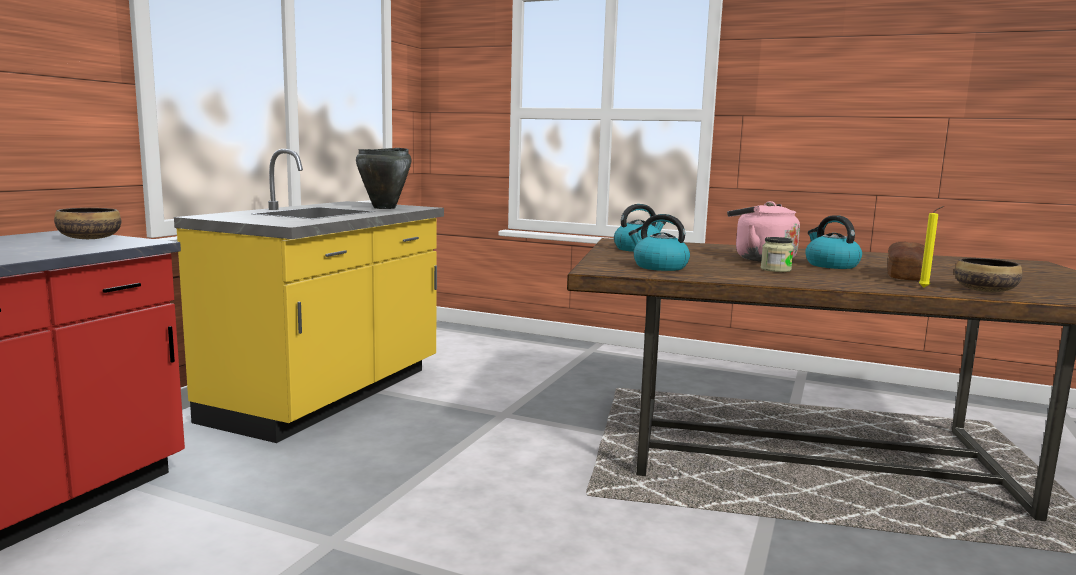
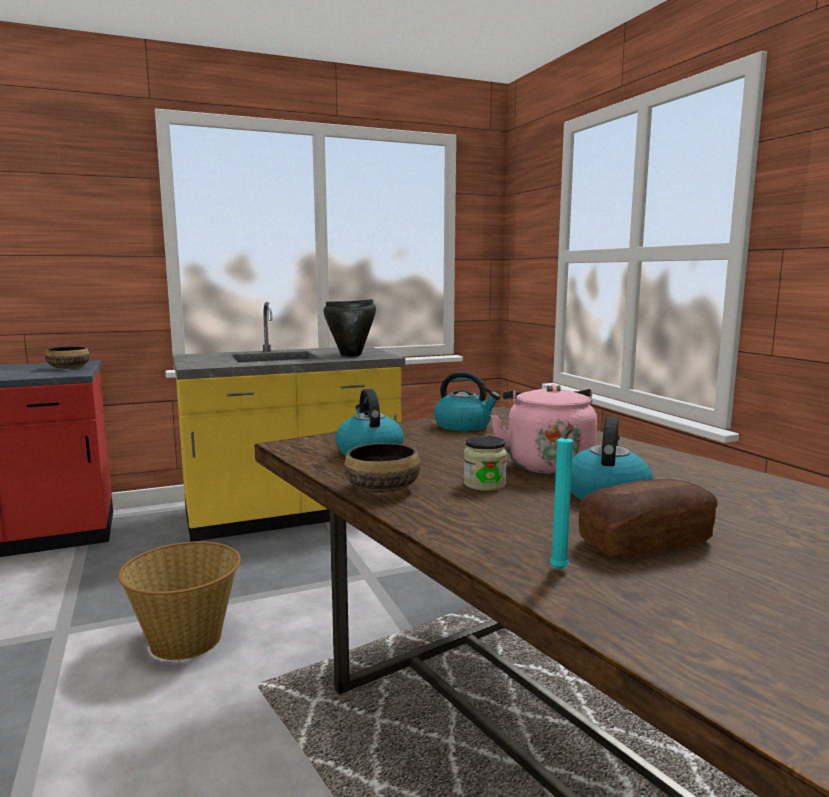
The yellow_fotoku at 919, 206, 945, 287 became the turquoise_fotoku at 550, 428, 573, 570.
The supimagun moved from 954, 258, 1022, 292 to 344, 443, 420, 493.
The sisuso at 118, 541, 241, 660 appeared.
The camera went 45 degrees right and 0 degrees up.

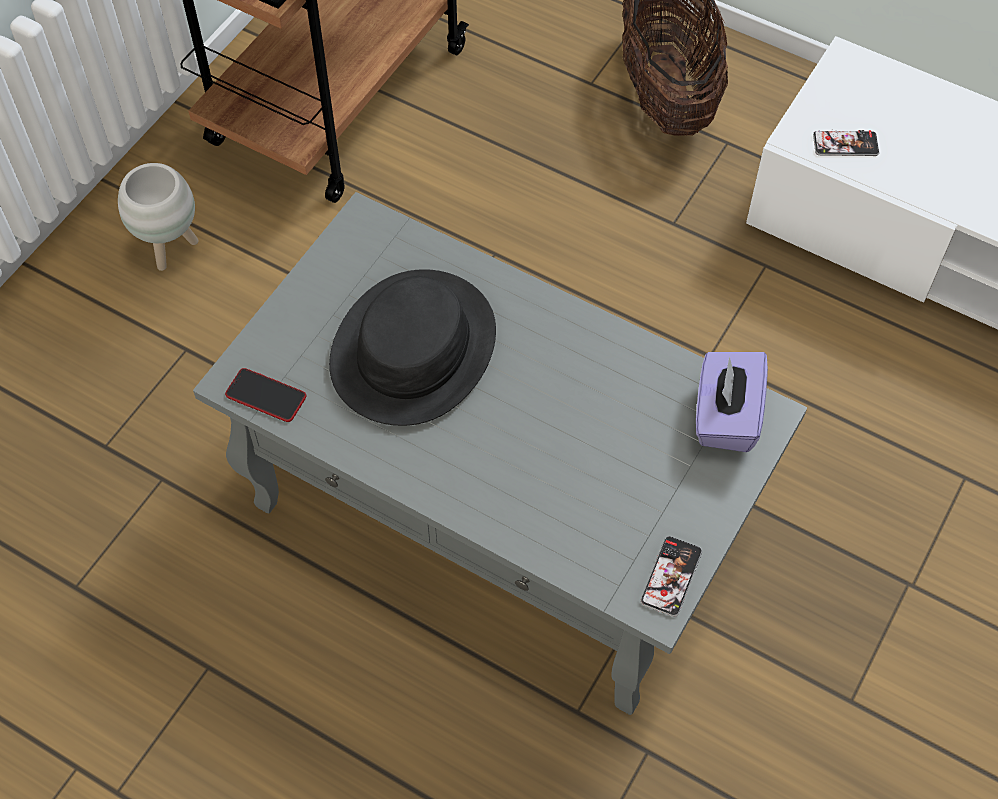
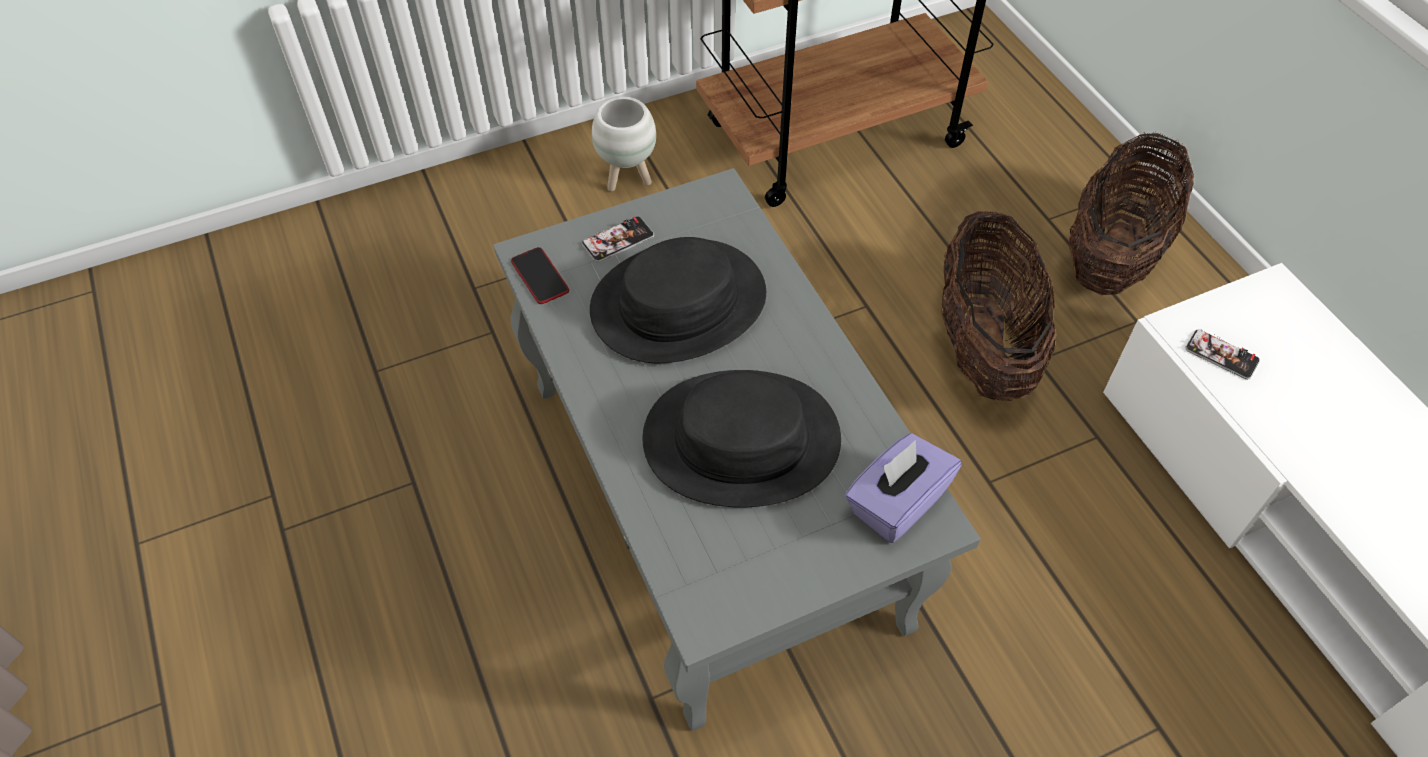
The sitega moved from 640, 536, 702, 617 to 582, 216, 654, 262.
The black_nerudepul at 642, 370, 841, 507 appeared.
The sisuso at 941, 210, 1057, 401 appeared.
The camera went 35 degrees right and 5 degrees down.

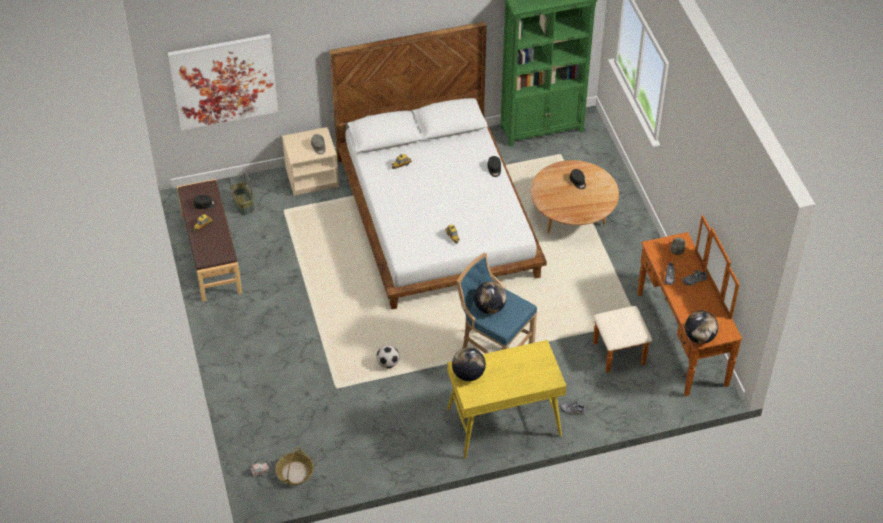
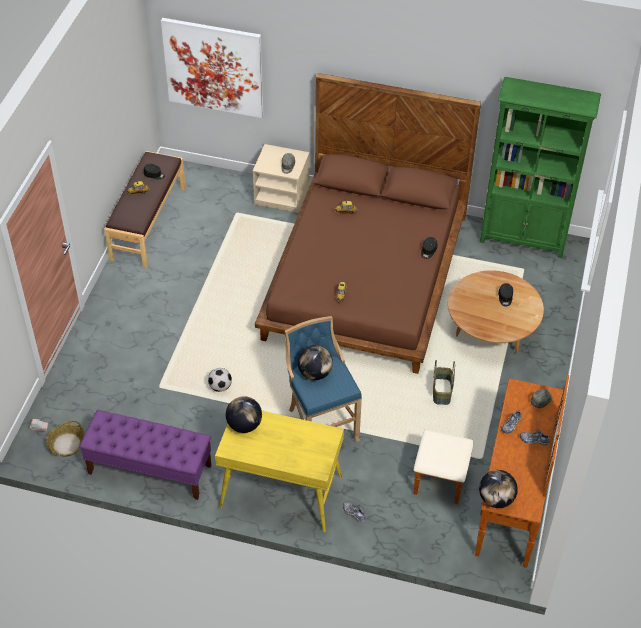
The sisuso moved from 229, 173, 254, 215 to 433, 360, 455, 405.
The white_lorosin at 330, 22, 547, 309 became the brown_lorosin at 255, 73, 481, 374.
The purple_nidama at 79, 410, 211, 500 appeared.
The camera went 30 degrees right and 0 degrees up.

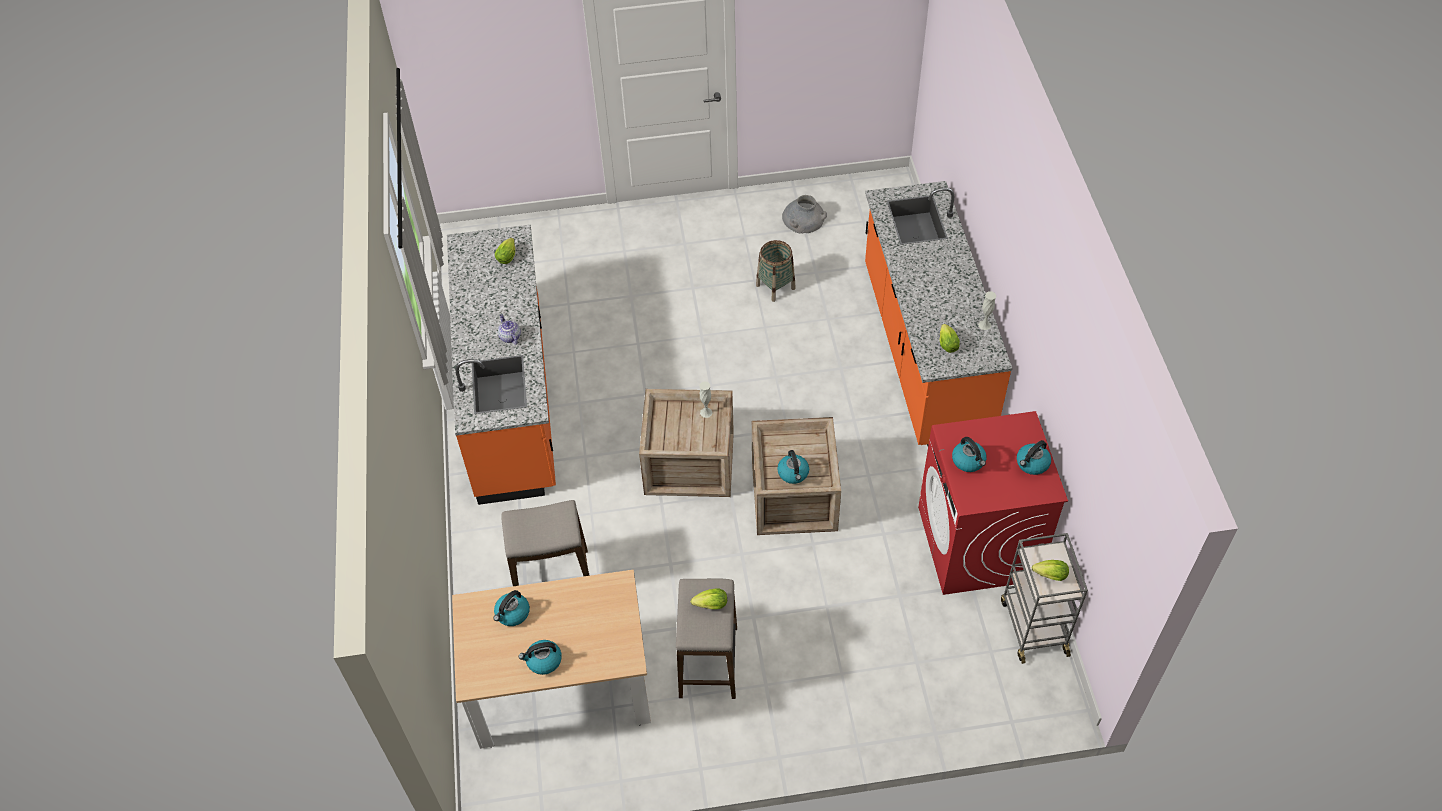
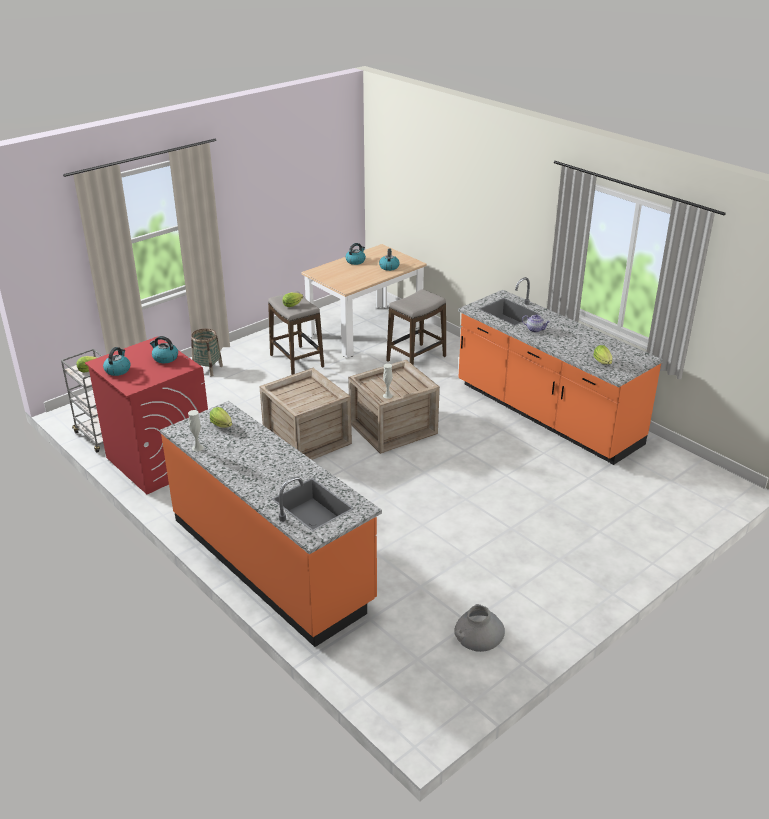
The sisuso moved from 756, 240, 796, 302 to 191, 329, 223, 377.
The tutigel at 777, 450, 809, 484 disappeared.
The camera went 145 degrees right and 20 degrees down.

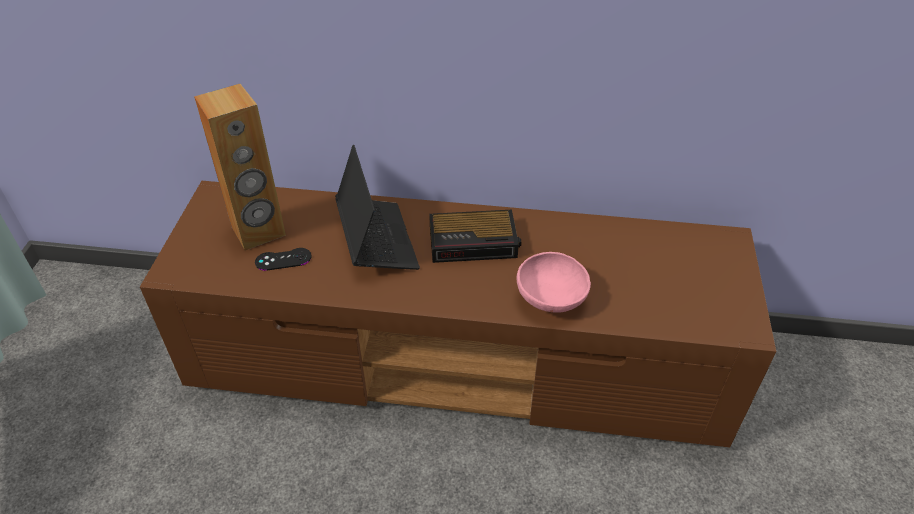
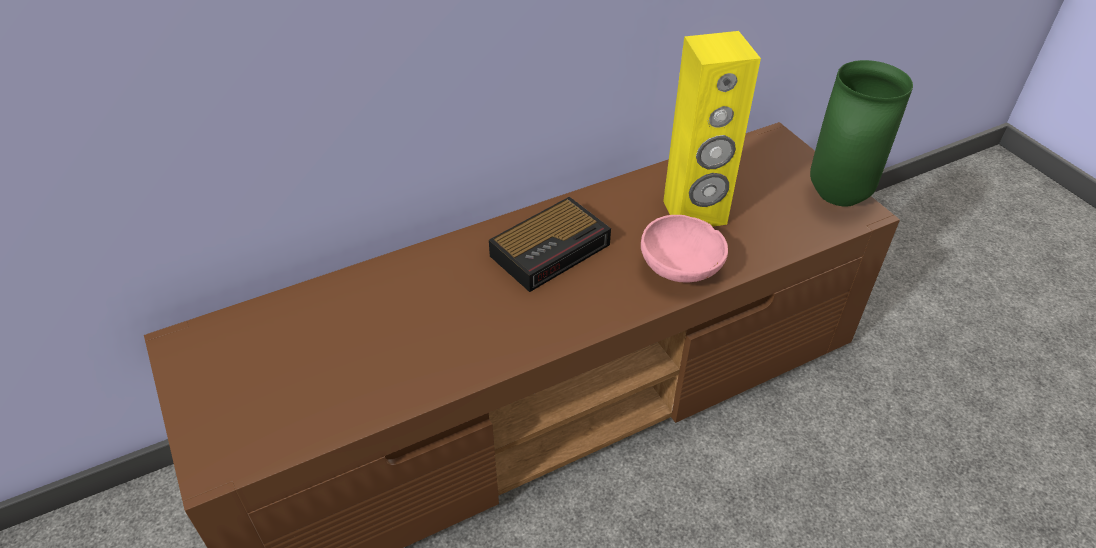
The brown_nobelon at 194, 84, 286, 250 disappeared.
The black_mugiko at 255, 248, 312, 271 disappeared.
The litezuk at 335, 145, 420, 270 disappeared.
The yellow_nobelon at 663, 31, 761, 227 appeared.
The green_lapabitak at 810, 60, 913, 207 appeared.
The camera went 35 degrees left and 0 degrees up.

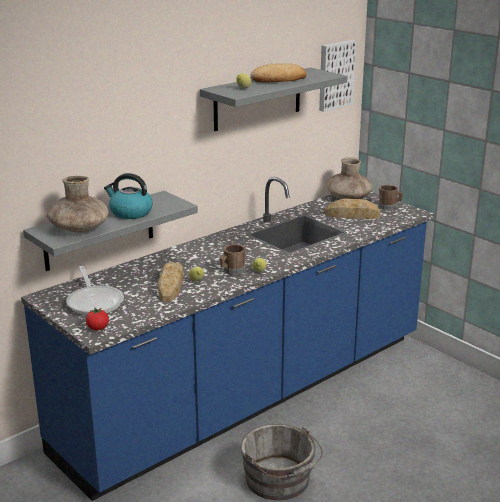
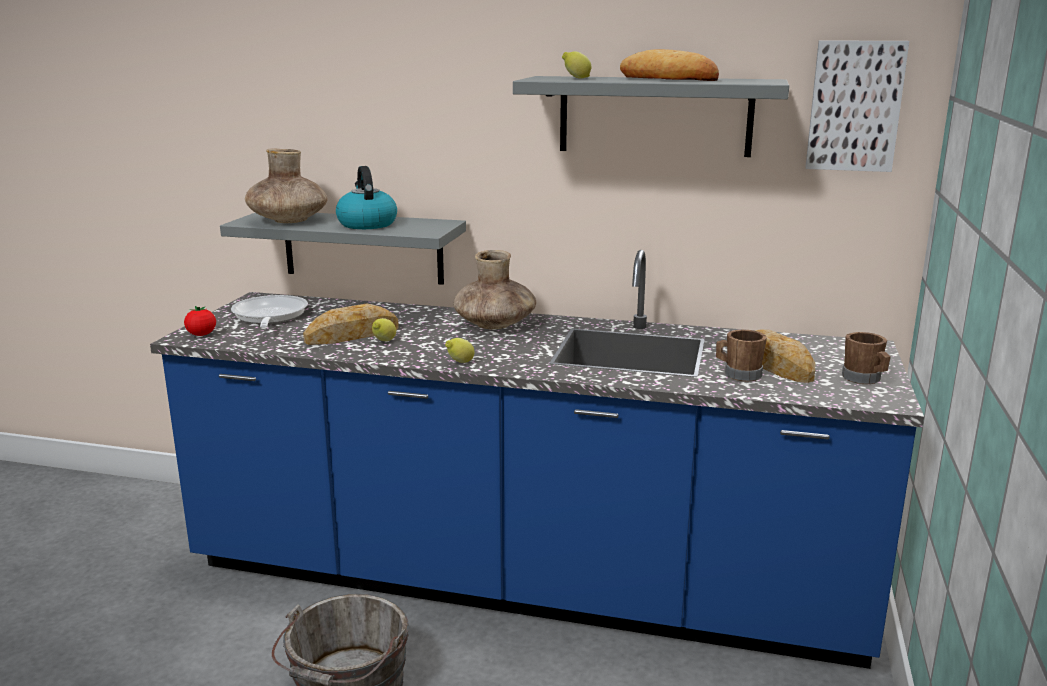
The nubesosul at 66, 266, 124, 316 turned 135 degrees clockwise.
The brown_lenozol moved from 220, 244, 246, 275 to 716, 330, 767, 381.
The brown_lapabitak moved from 327, 157, 373, 199 to 454, 250, 536, 329.
The camera went 55 degrees right and 5 degrees down.

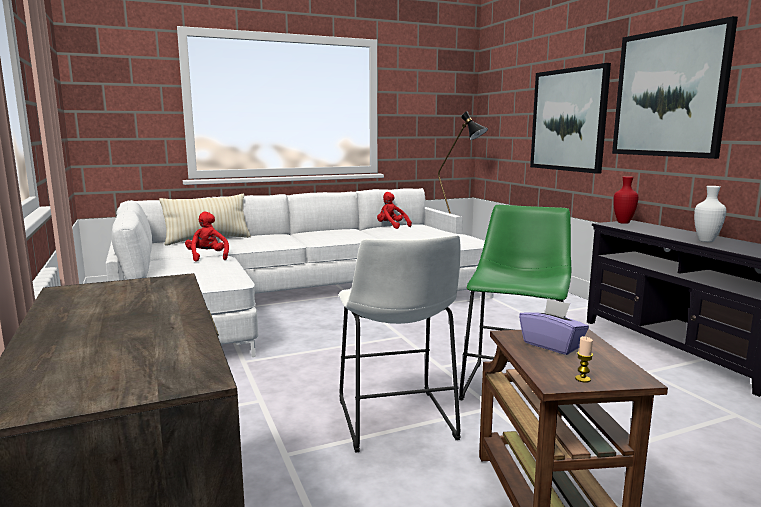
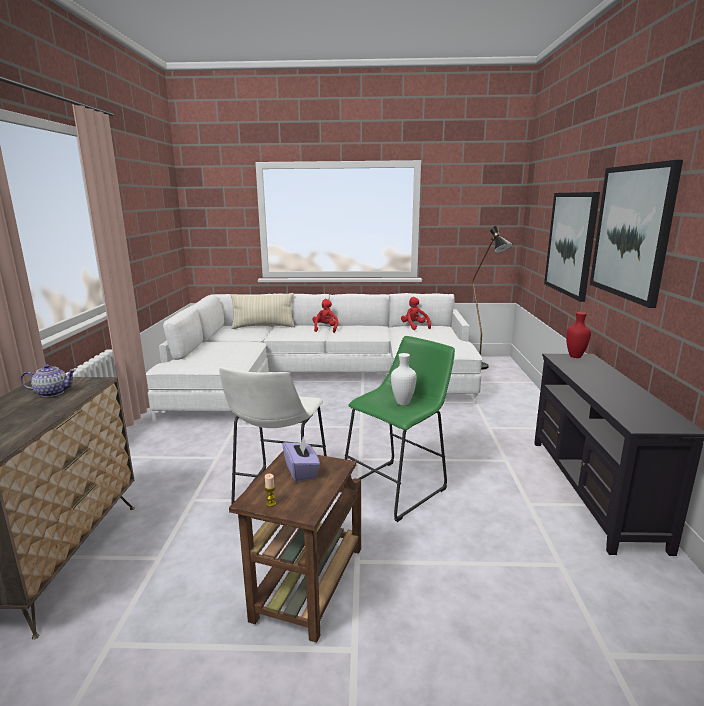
The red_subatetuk moved from 185, 211, 229, 262 to 312, 299, 338, 333.
The white_lapabitak moved from 694, 186, 726, 242 to 391, 353, 417, 405.
The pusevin at 20, 364, 76, 397 appeared.
The camera went 25 degrees right and 5 degrees up.

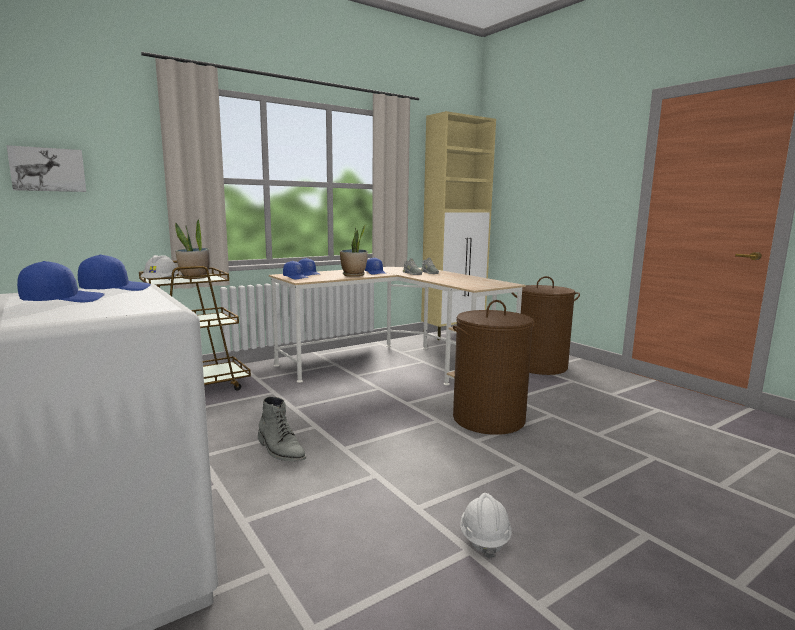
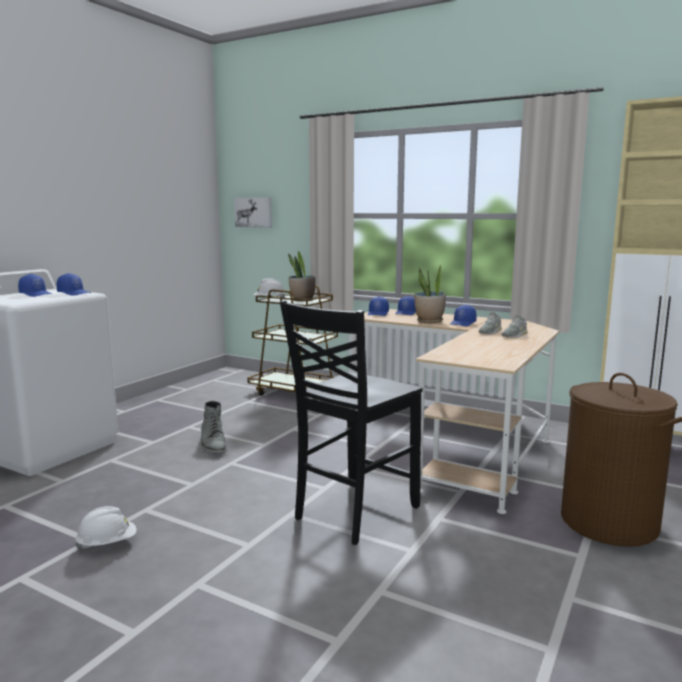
The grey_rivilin at 258, 396, 306, 462 turned 45 degrees counterclockwise.
The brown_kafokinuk at 453, 300, 535, 435 was replaced by the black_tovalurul at 280, 301, 423, 545.
The camera went 65 degrees right and 0 degrees up.

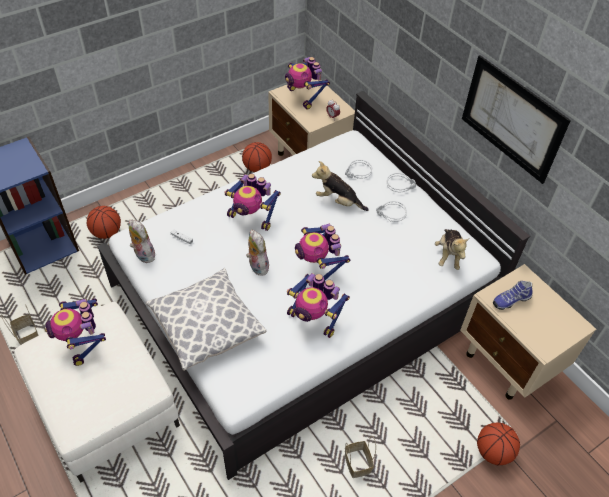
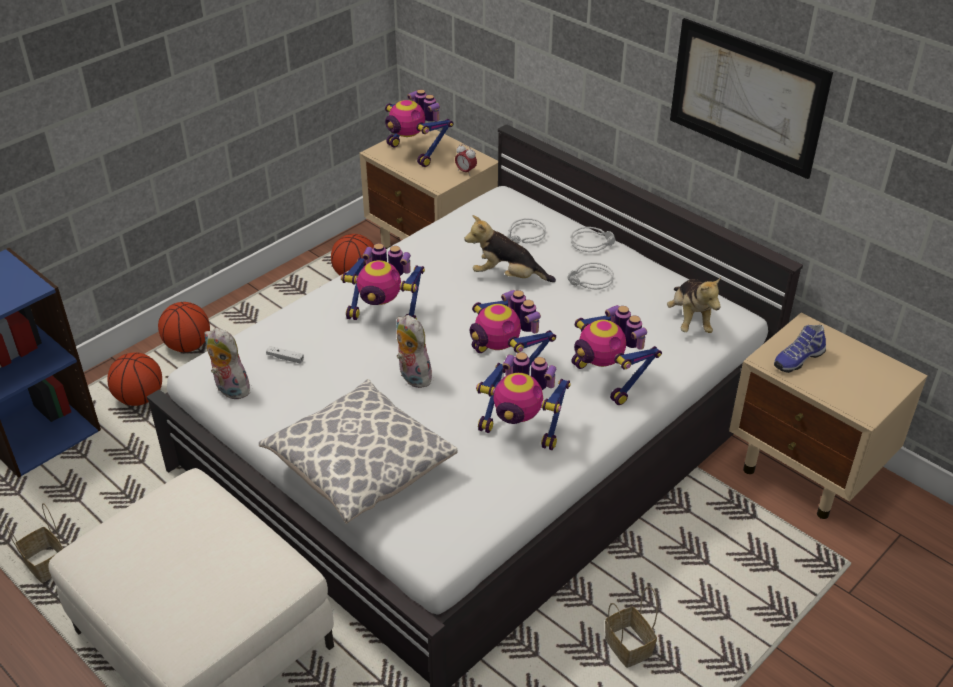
The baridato moved from 45, 298, 106, 366 to 571, 305, 662, 405.
The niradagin moved from 477, 422, 520, 465 to 158, 302, 210, 352.
The camera went 10 degrees left and 10 degrees down.

